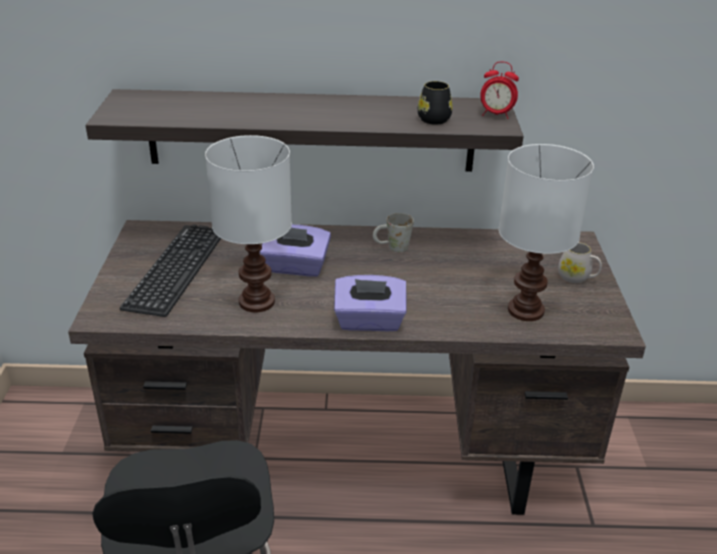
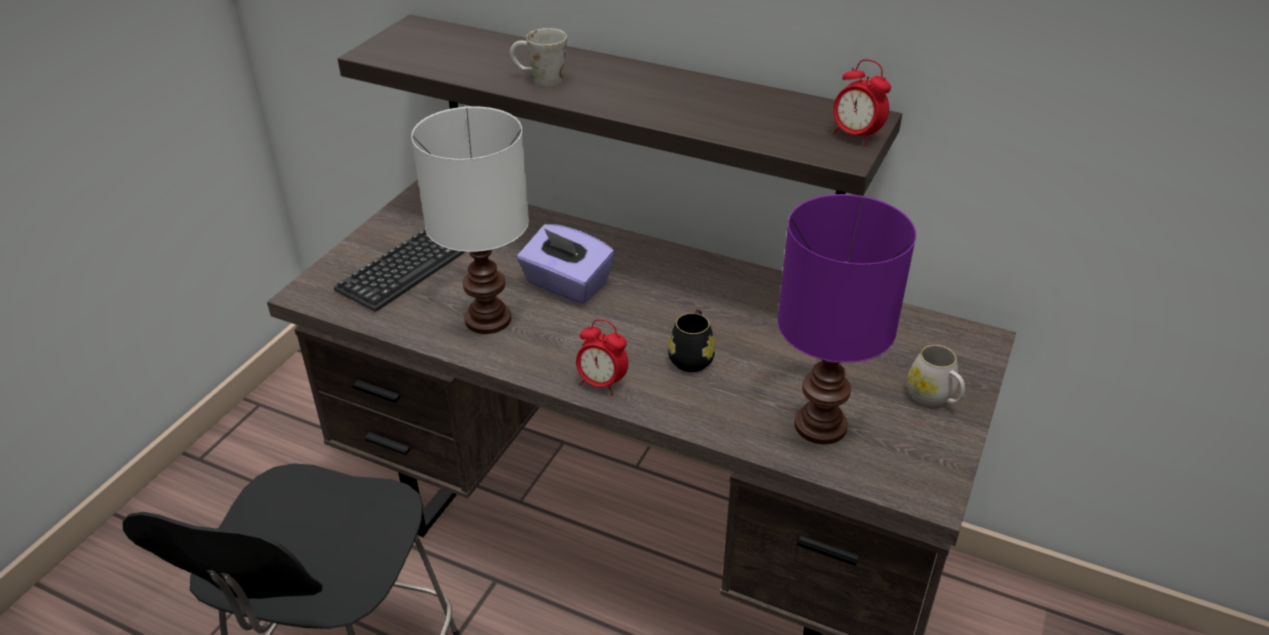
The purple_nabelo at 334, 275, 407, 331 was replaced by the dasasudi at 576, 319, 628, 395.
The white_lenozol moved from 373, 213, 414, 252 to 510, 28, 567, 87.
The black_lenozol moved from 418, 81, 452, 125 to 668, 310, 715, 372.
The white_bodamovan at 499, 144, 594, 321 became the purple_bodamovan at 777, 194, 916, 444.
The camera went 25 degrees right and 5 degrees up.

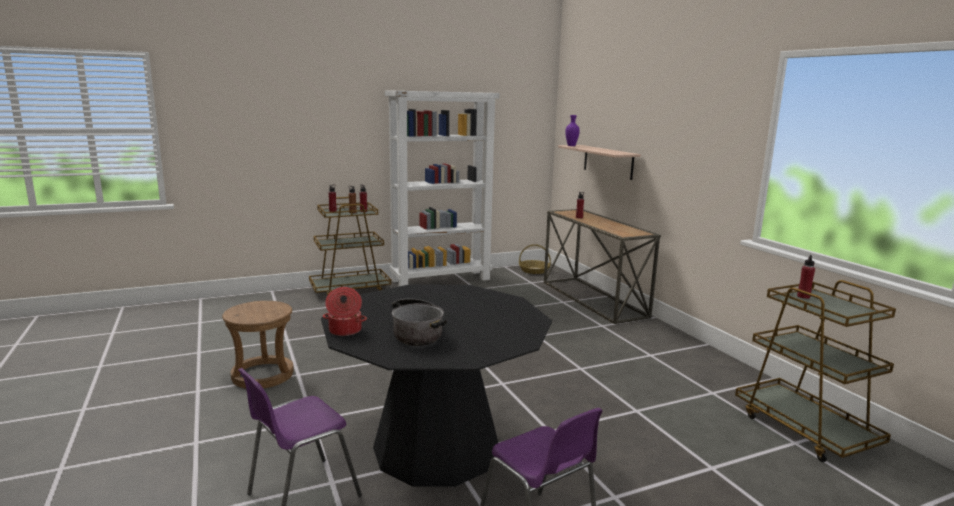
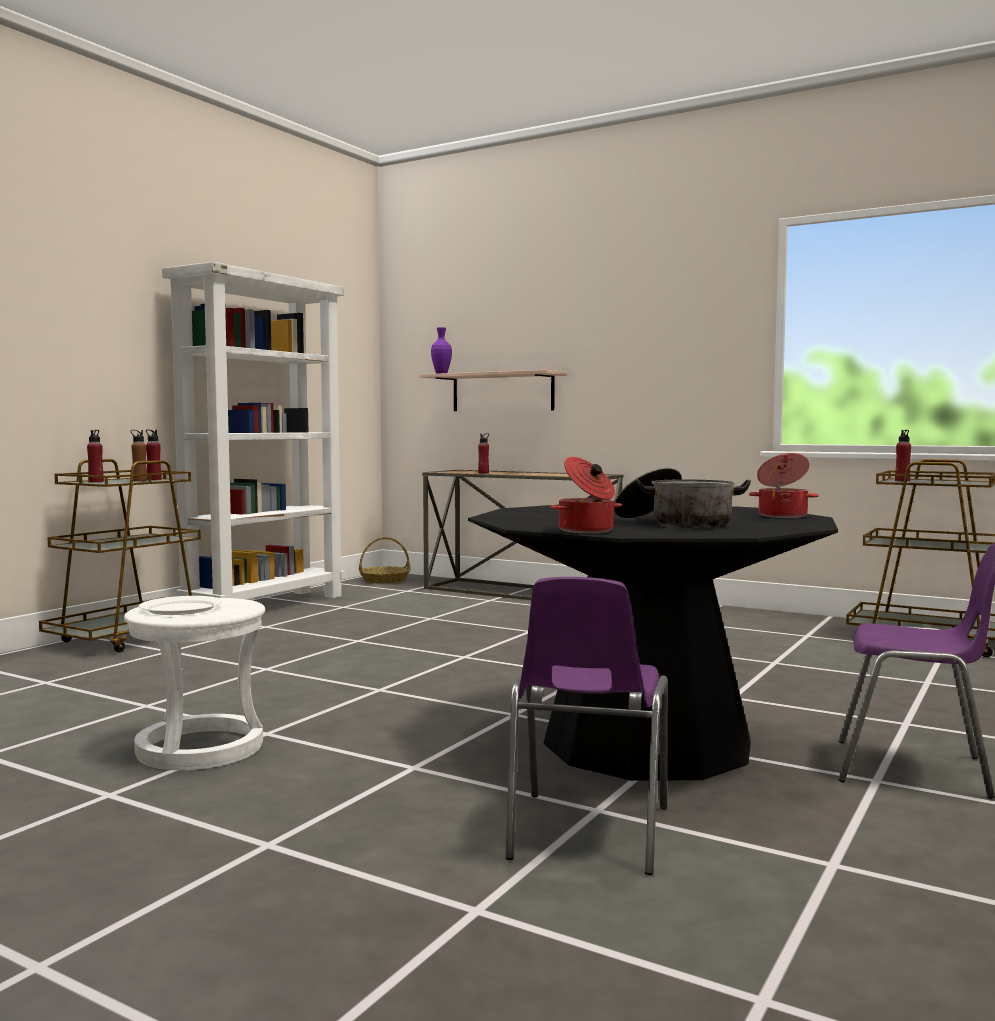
The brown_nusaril at 222, 301, 294, 389 became the white_nusaril at 124, 598, 265, 770.
The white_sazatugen at 139, 596, 223, 615 appeared.
The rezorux at 749, 453, 819, 518 appeared.
The camera went 35 degrees left and 10 degrees down.

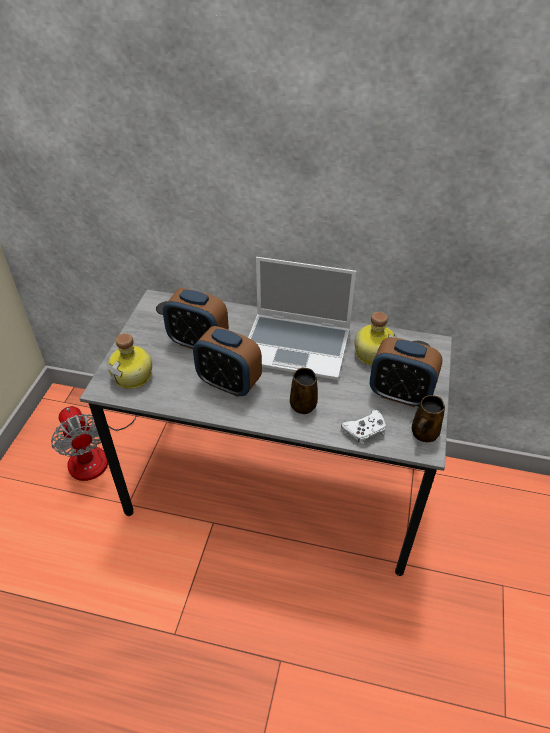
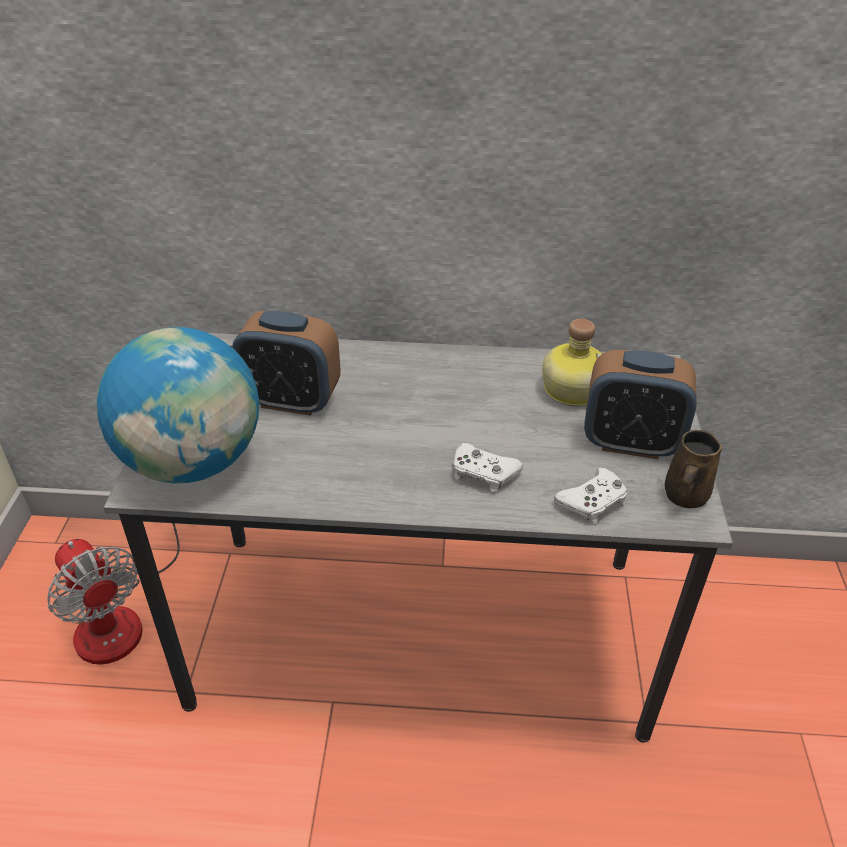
The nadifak at 107, 333, 152, 389 was replaced by the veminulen at 96, 327, 259, 484.
The dasasudi at 193, 326, 262, 397 disappeared.
The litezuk at 248, 257, 356, 380 disappeared.
The brown_lenozol at 290, 368, 318, 414 was replaced by the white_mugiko at 453, 443, 523, 492.
The camera went 10 degrees left and 5 degrees down.

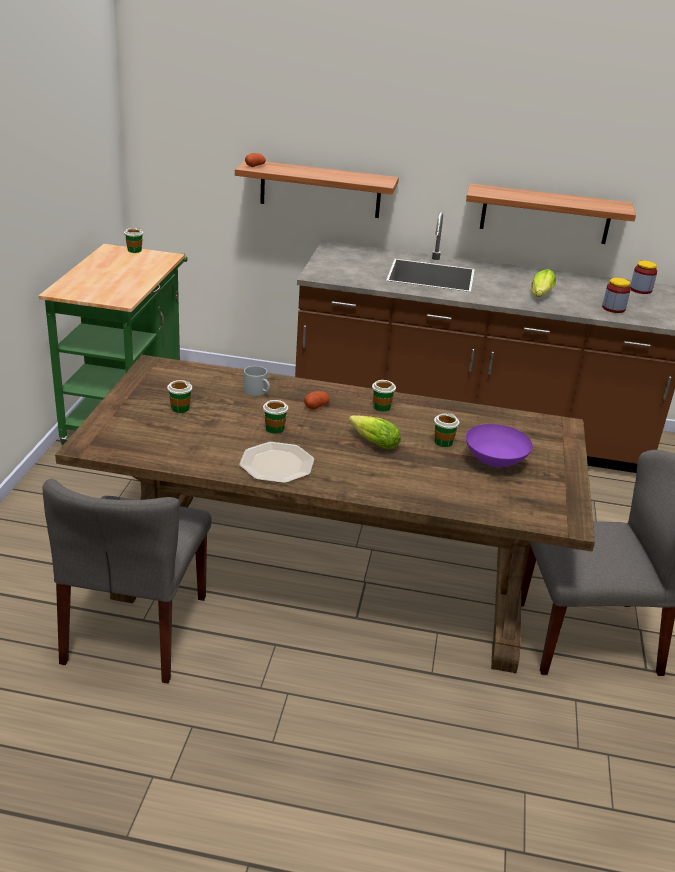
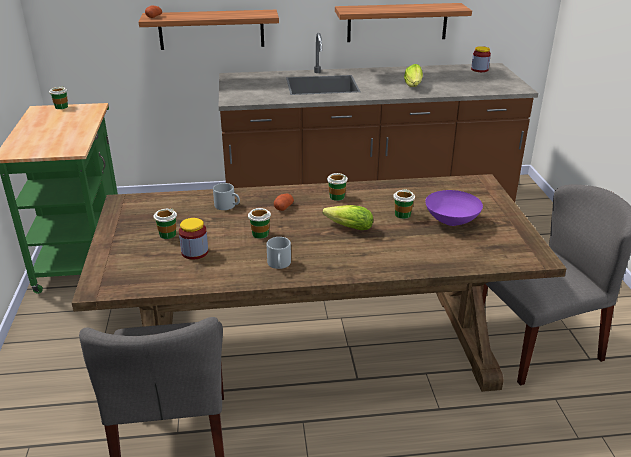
The sazatugen at 239, 442, 314, 483 was replaced by the grey_lenozol at 267, 237, 291, 269.
The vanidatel moved from 602, 278, 631, 313 to 179, 218, 208, 260.
The camera went 15 degrees left and 0 degrees up.

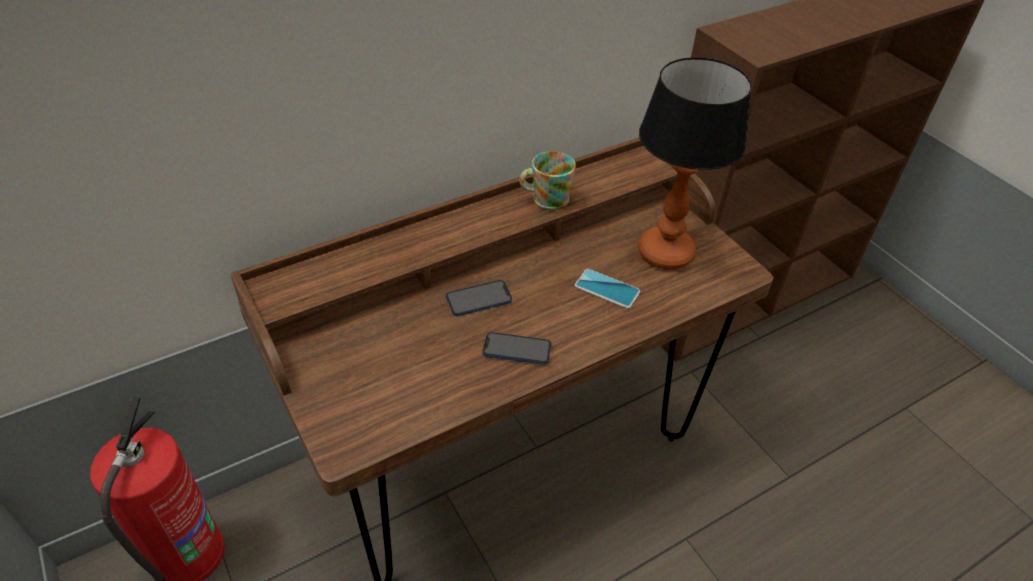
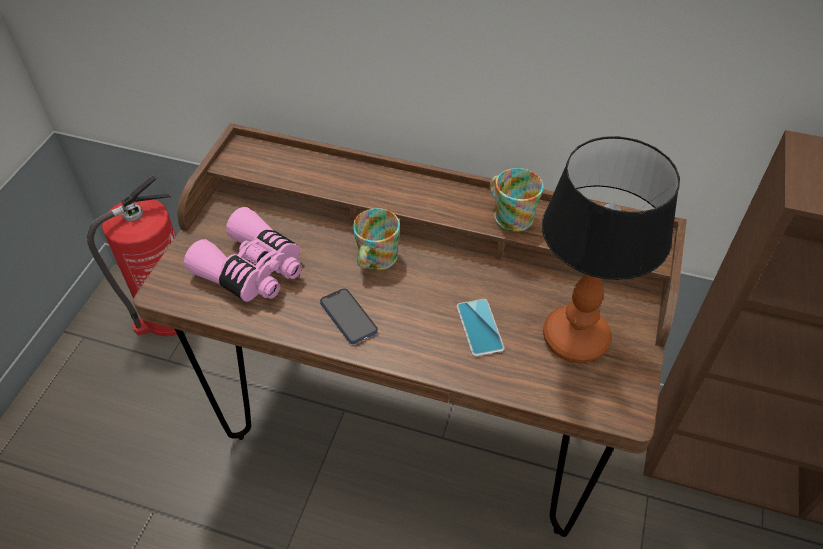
The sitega at 446, 280, 512, 316 was replaced by the lenozol at 353, 208, 400, 271.
The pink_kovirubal at 184, 207, 302, 302 appeared.
The camera went 50 degrees right and 5 degrees up.

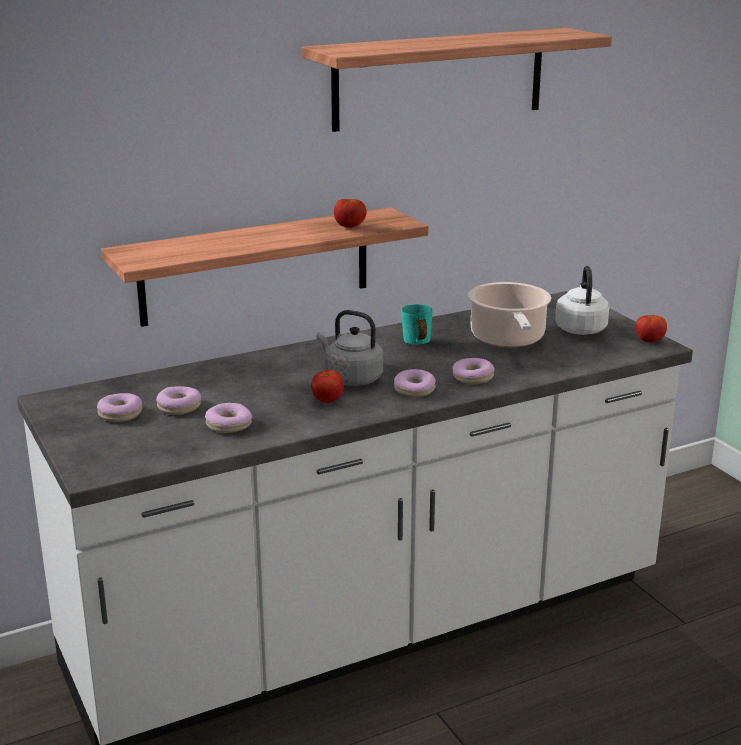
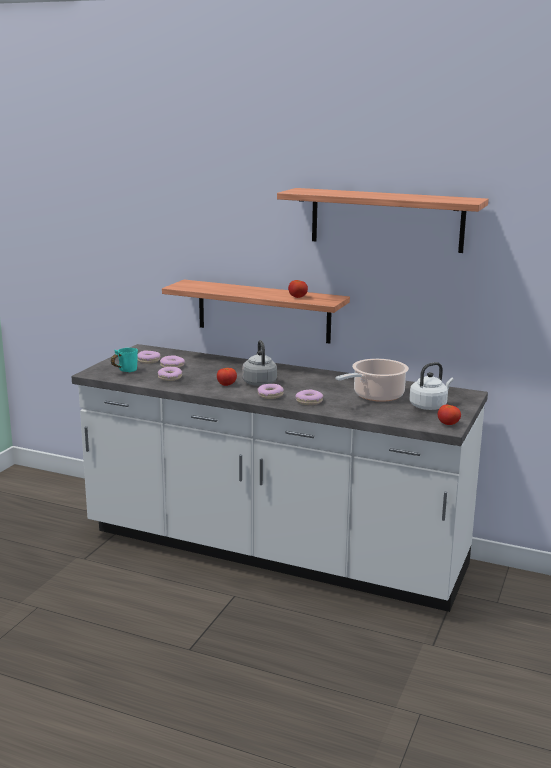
The turquoise_lenozol moved from 401, 304, 432, 345 to 111, 348, 138, 372.
The camera went 50 degrees right and 5 degrees down.

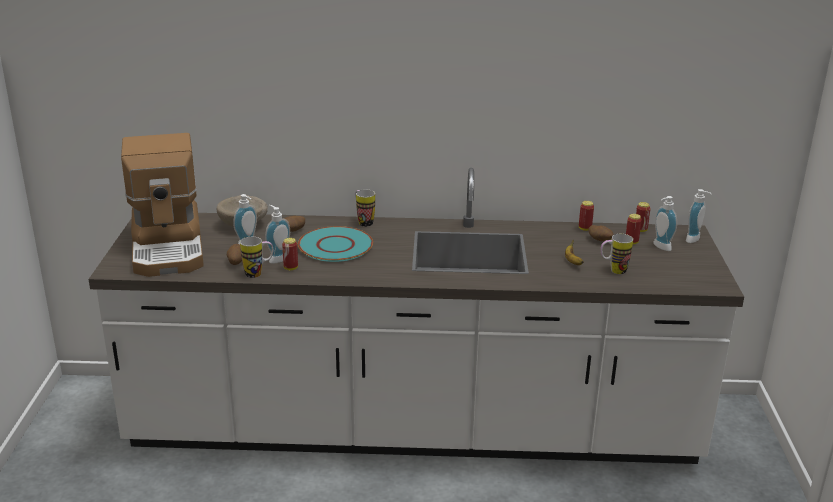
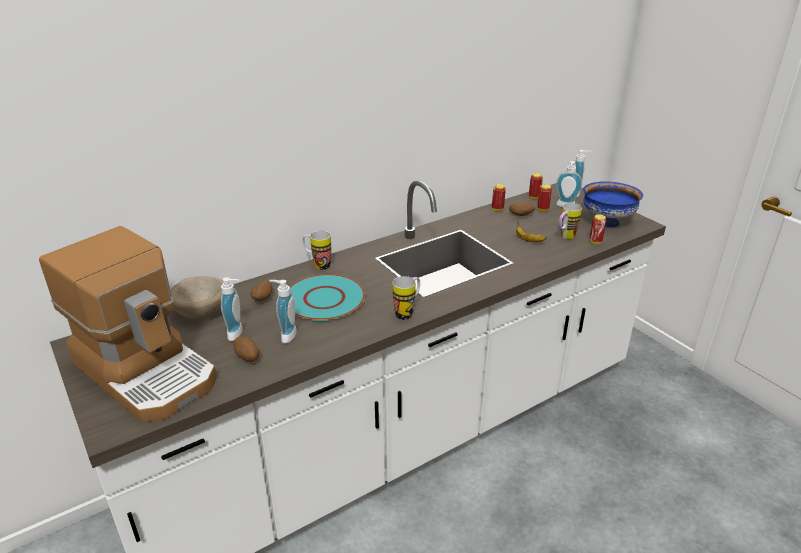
The lenozol moved from 240, 237, 273, 278 to 393, 276, 420, 320.
The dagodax moved from 282, 238, 298, 270 to 589, 214, 606, 244.
The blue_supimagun at 583, 181, 643, 227 appeared.
The camera went 35 degrees left and 5 degrees up.

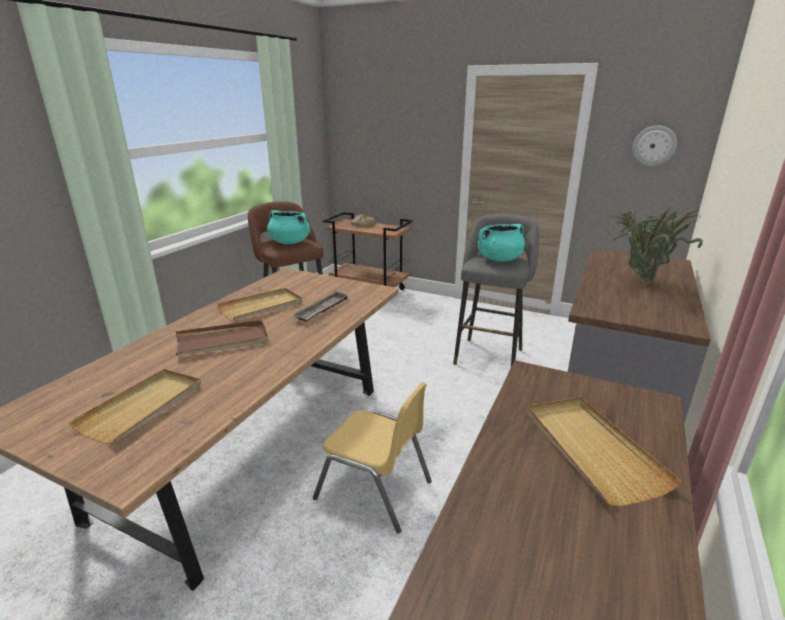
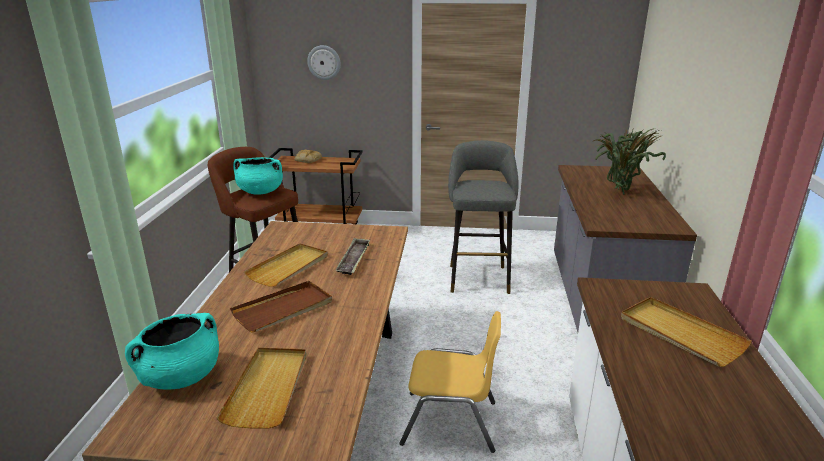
The turquoise_rezorux moved from 478, 224, 525, 262 to 125, 313, 219, 390.
The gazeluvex moved from 633, 125, 677, 166 to 307, 45, 341, 80.
The camera went 20 degrees left and 0 degrees up.

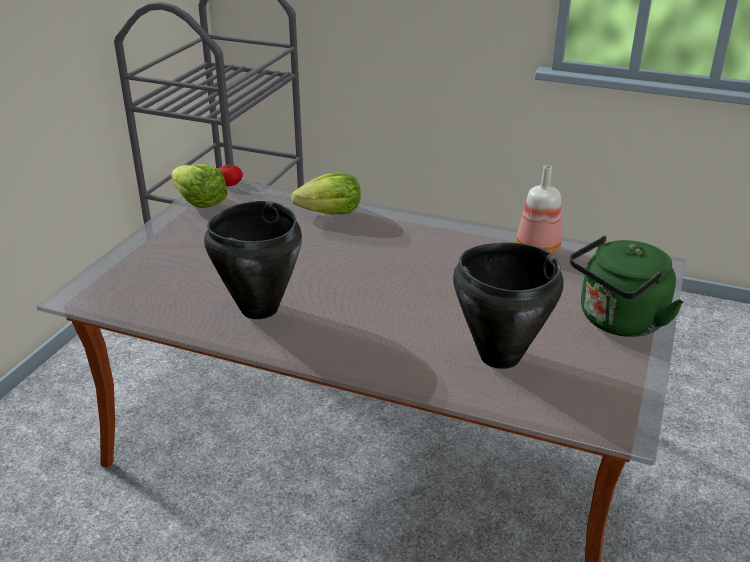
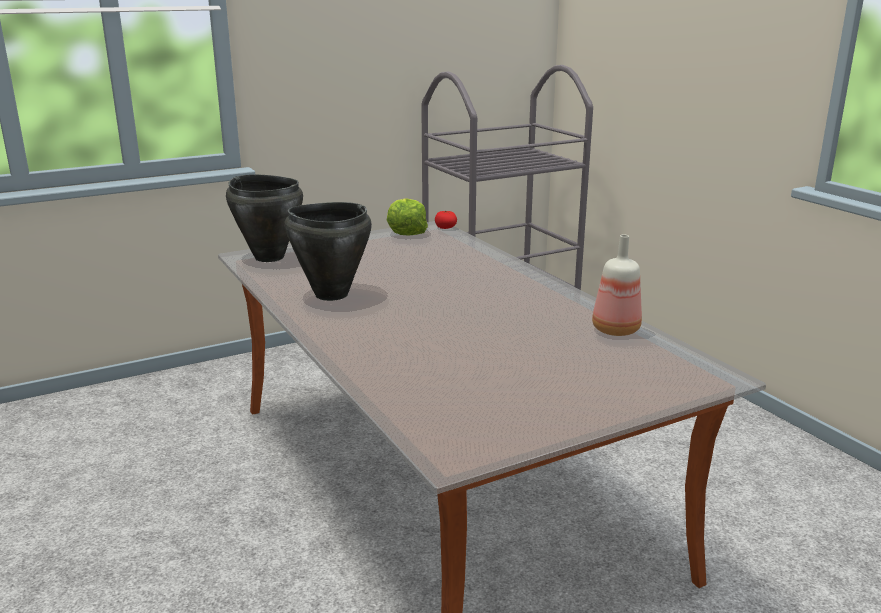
The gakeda at 291, 172, 361, 215 disappeared.
The black_rezorux moved from 453, 242, 564, 369 to 226, 174, 303, 262.
The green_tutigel at 570, 236, 683, 337 disappeared.
The camera went 40 degrees right and 10 degrees down.

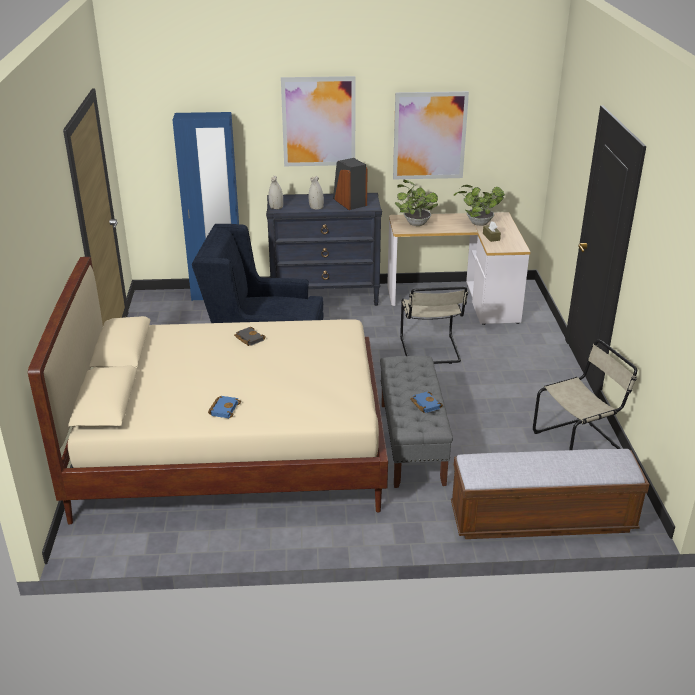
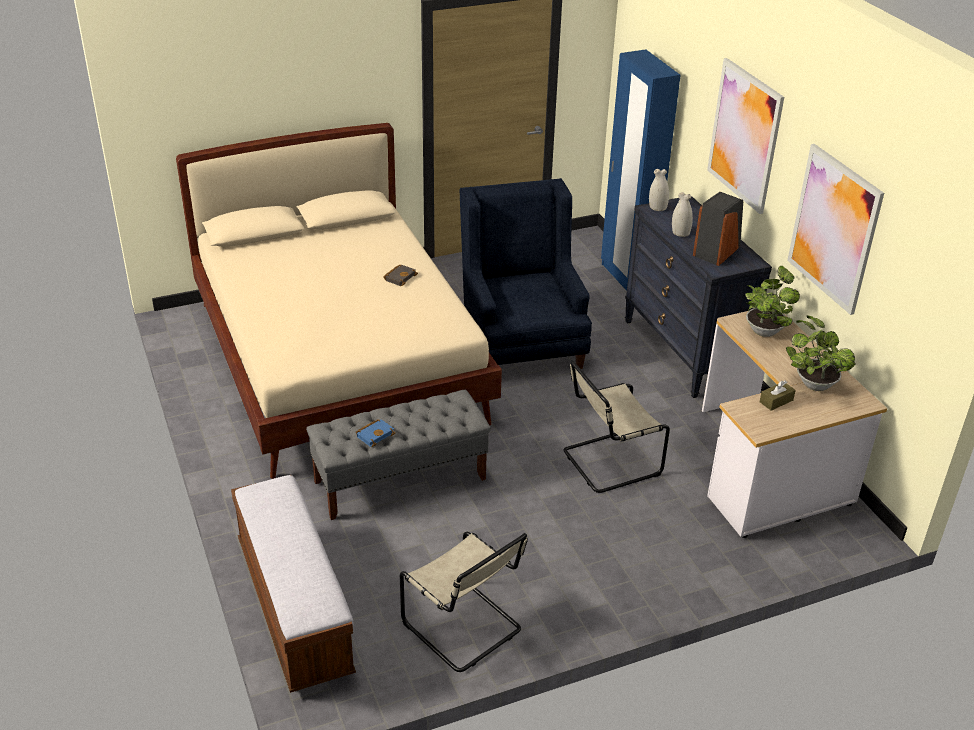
The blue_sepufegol at 208, 396, 241, 418 disappeared.
The camera went 70 degrees right and 5 degrees up.

